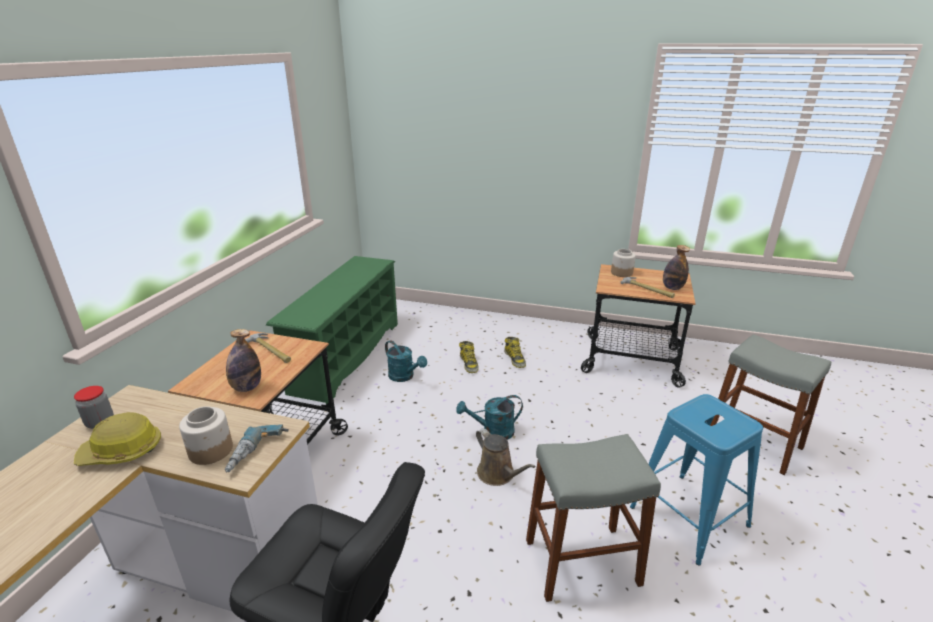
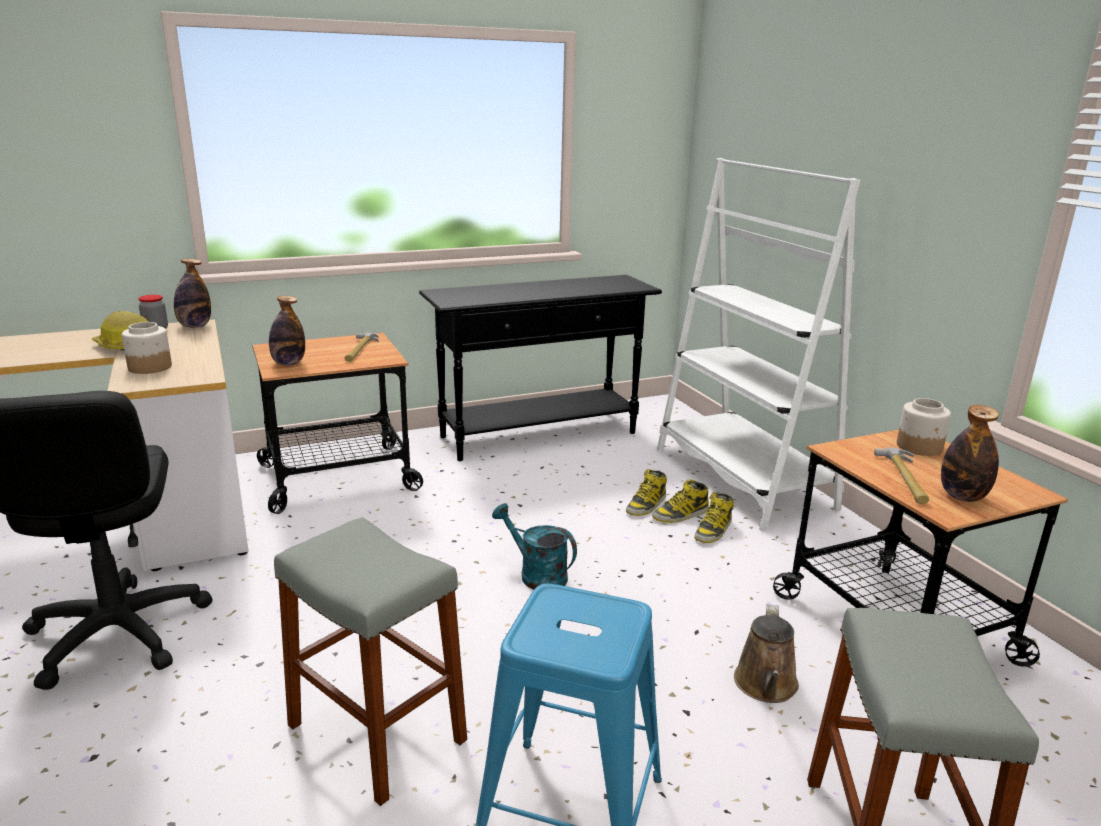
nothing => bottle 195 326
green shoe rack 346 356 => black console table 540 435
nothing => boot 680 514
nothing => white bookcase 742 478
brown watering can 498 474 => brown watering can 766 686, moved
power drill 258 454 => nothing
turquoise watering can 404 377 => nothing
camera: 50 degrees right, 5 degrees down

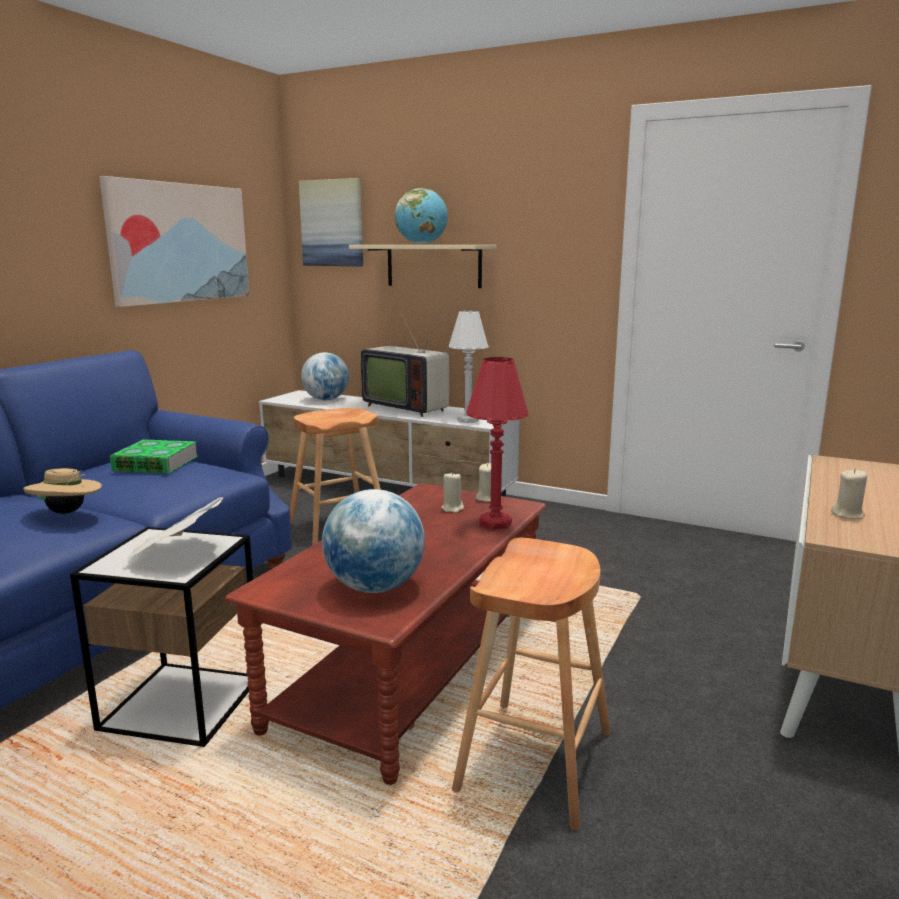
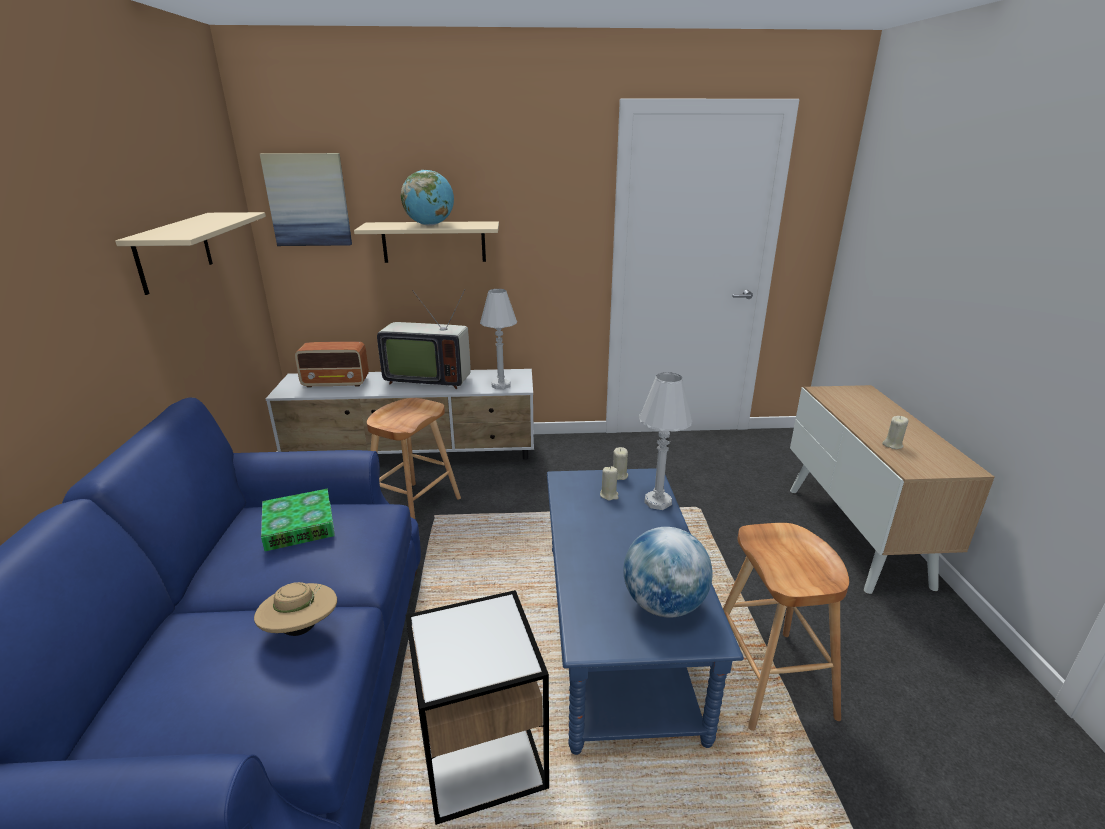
picture 179 243 => beige shelf 174 251
globe 326 400 => radio 336 383
brown coffee table 412 666 => blue coffee table 618 633
red table lamp 495 523 => white table lamp 658 502
newspaper 175 554 => nothing
camera: 30 degrees left, 10 degrees up

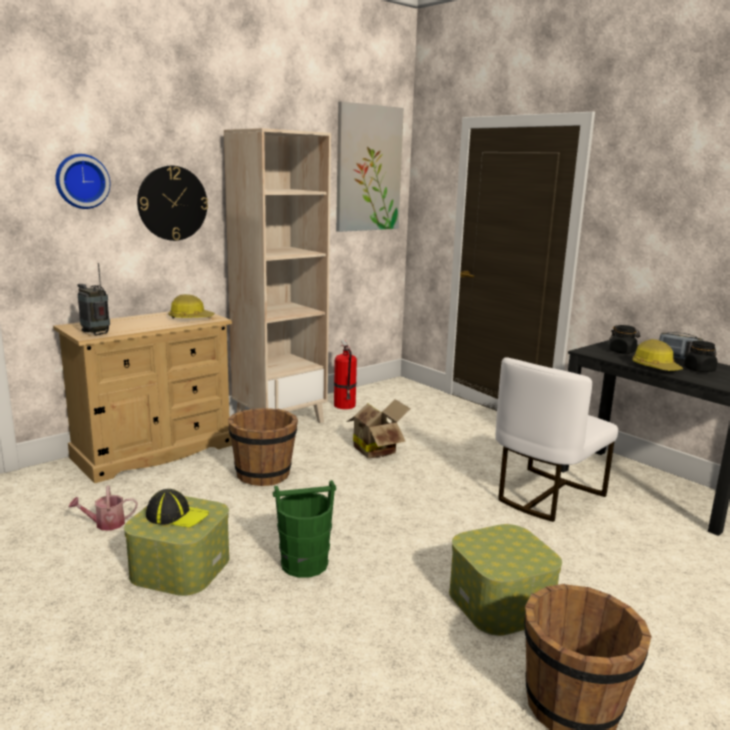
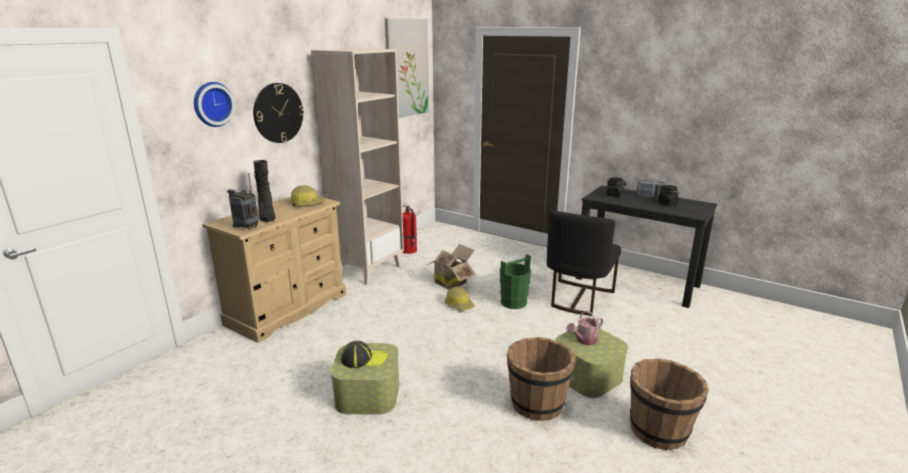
nothing => black boot 267 216
hard hat 655 367 => hard hat 459 305, moved
green bucket 305 564 => green bucket 514 302, moved
brown bucket 263 474 => brown bucket 537 403, moved
white chair 545 495 => black chair 578 298
watering can 105 524 => watering can 584 340, moved
camera: 15 degrees left, 5 degrees up

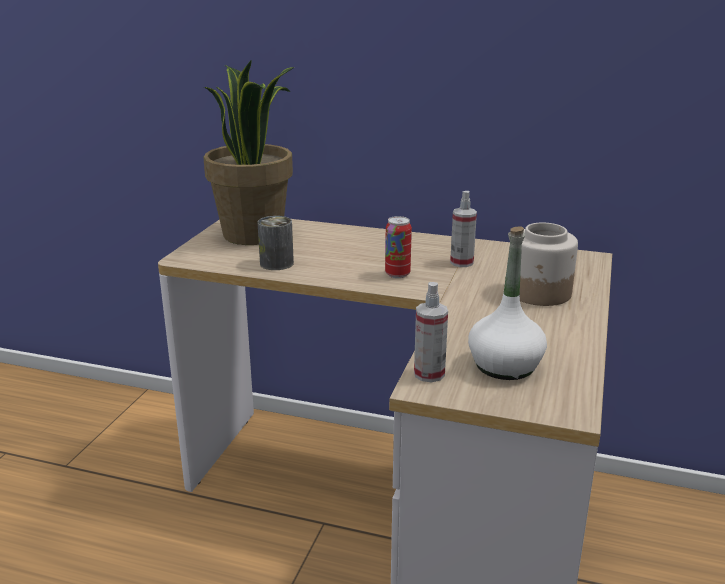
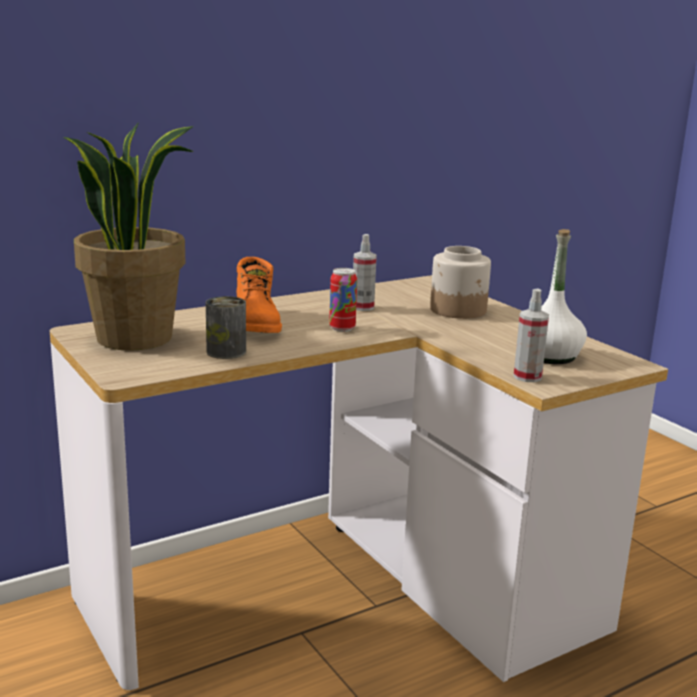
nothing => orange boot 258 324
camera: 50 degrees left, 5 degrees down

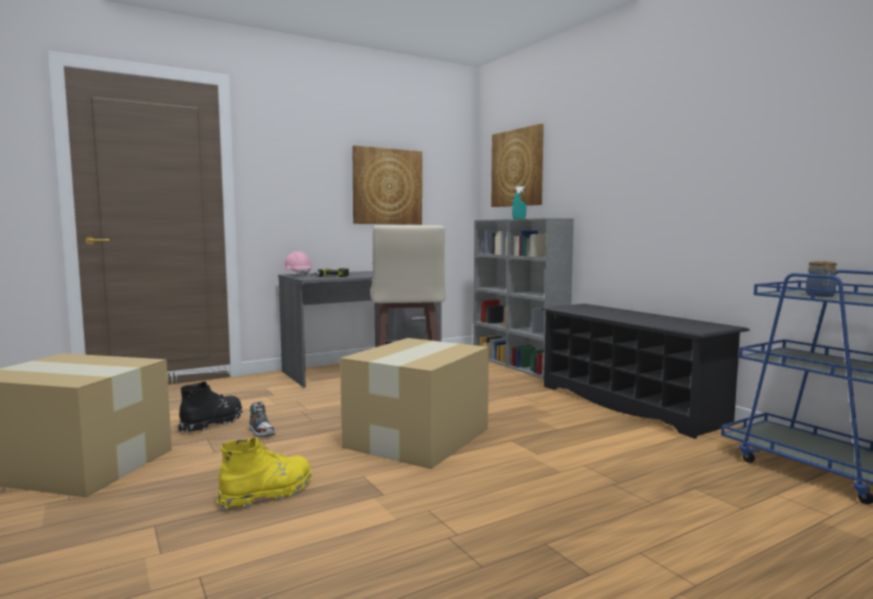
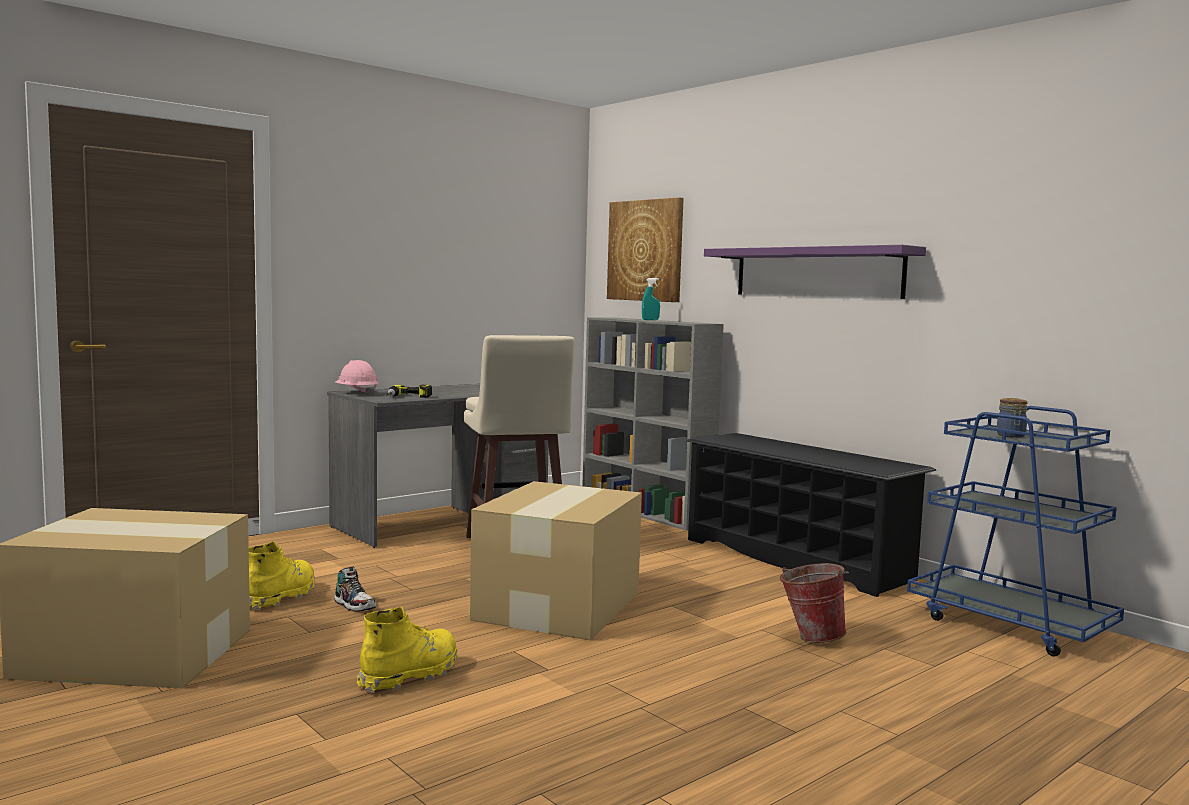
black boot 213 423 => yellow boot 281 597
nothing => purple shelf 816 272
nothing => bucket 810 637
picture 387 186 => nothing
camera: 10 degrees left, 0 degrees up

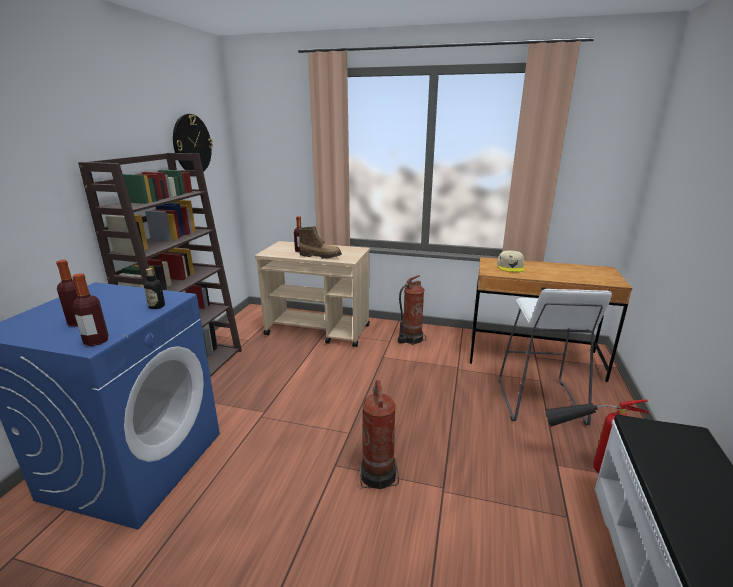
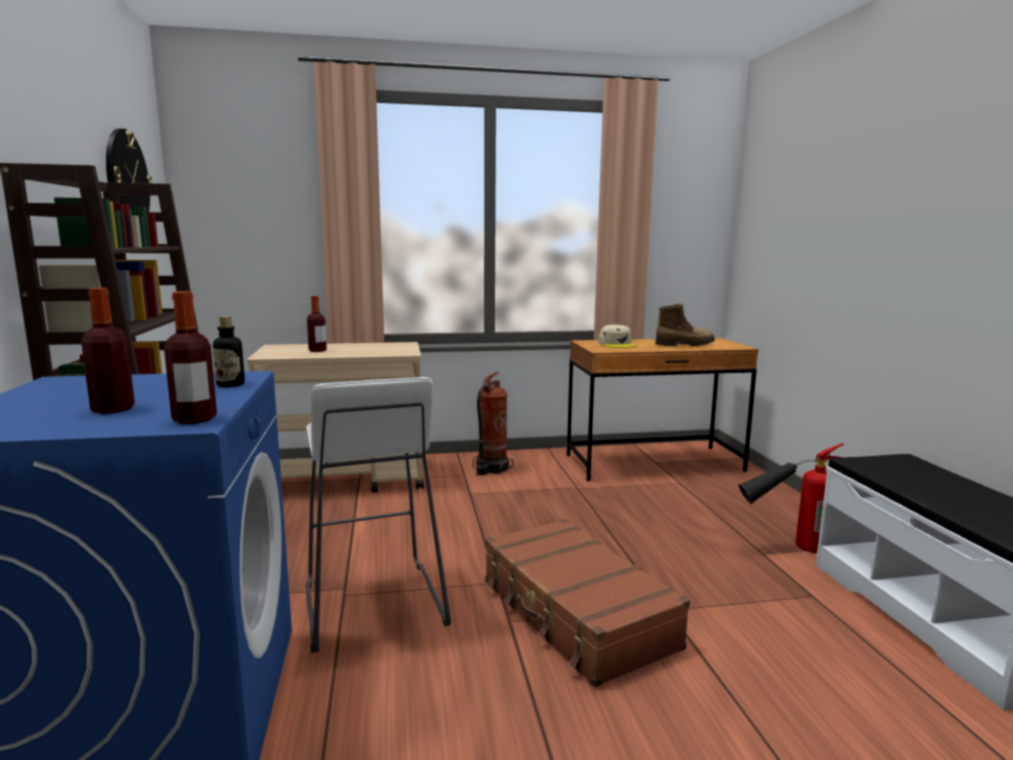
white stool 539 401 => white stool 372 605, moved
fire extinguisher 378 473 => brown suitcase 575 614
boot 320 256 => boot 684 345, moved
camera: 25 degrees left, 10 degrees down

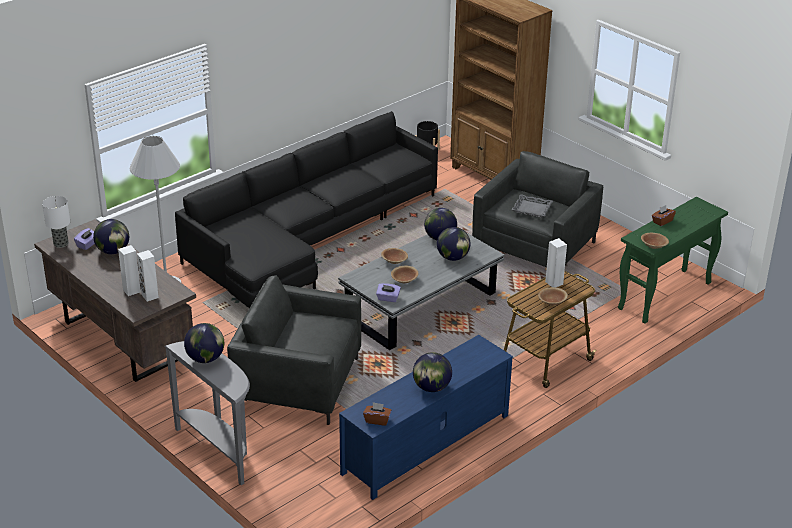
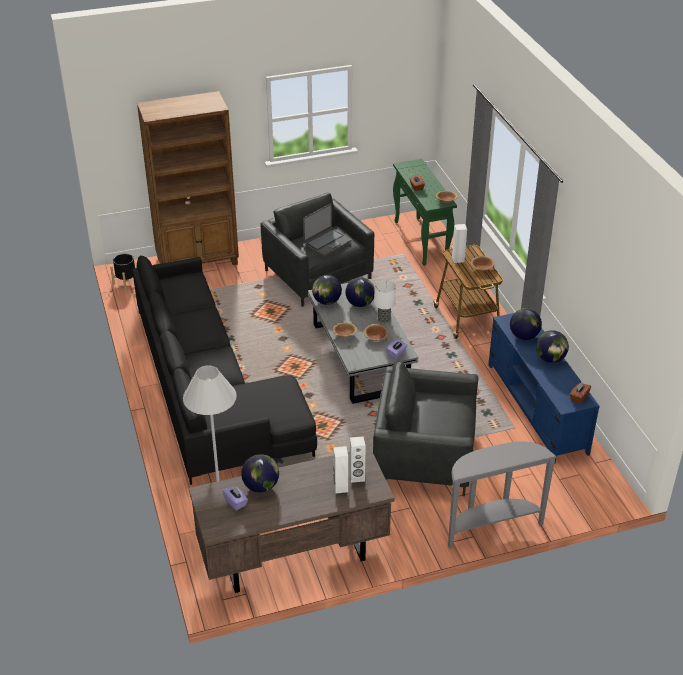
grey tray 532 209 => laptop 327 242
grey armchair 297 383 => grey armchair 423 456, 60 degrees clockwise
table lamp 61 243 => table lamp 383 320, moved
globe 205 359 => globe 524 336, moved
camera: 65 degrees left, 5 degrees up

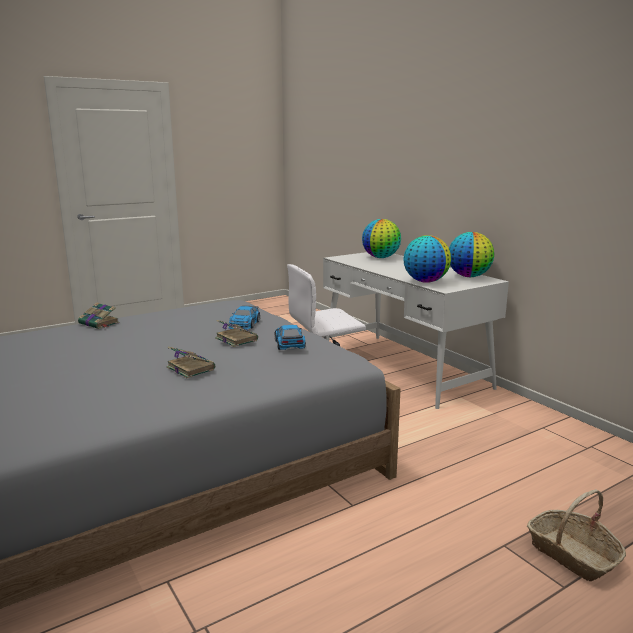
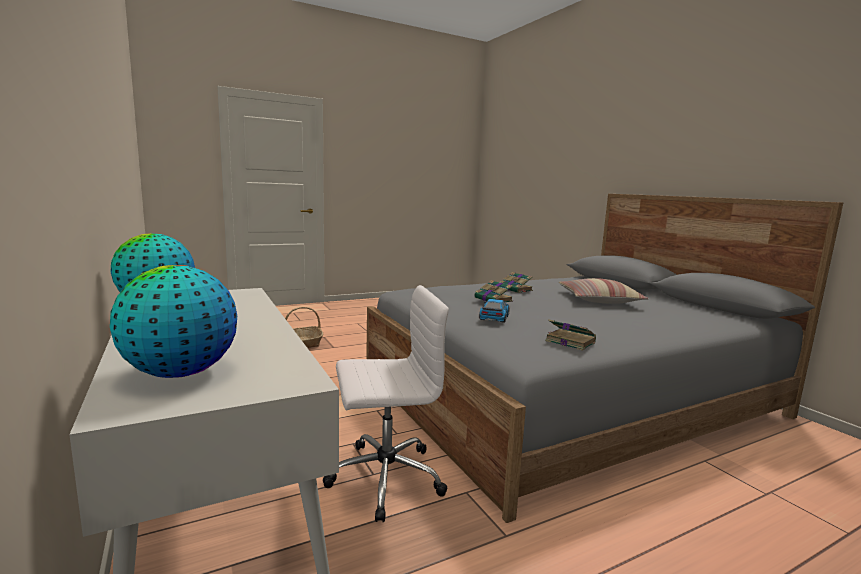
book 99 323 => book 569 341, moved
nothing => pillow 599 300
toy car 289 344 => nothing
globe 425 281 => nothing
camera: 175 degrees left, 5 degrees down

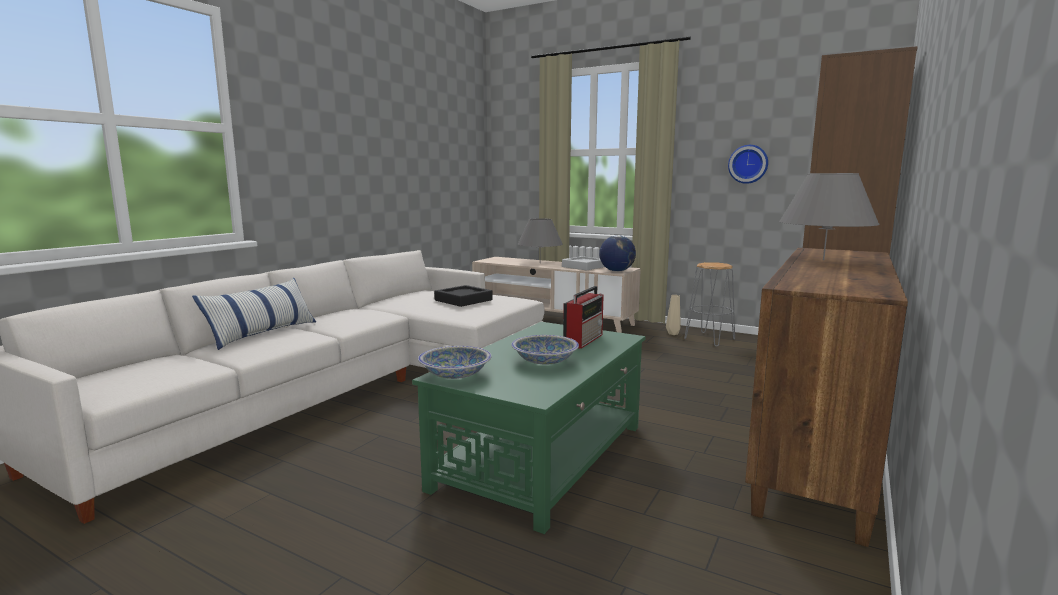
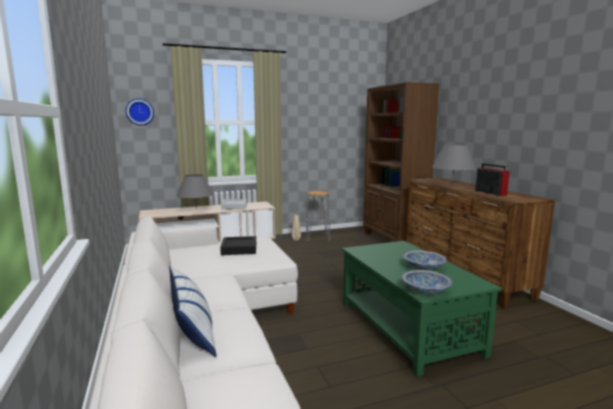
wall clock 748 164 => wall clock 140 112, moved
radio 584 340 => radio 490 193, moved
globe 616 271 => nothing
camera: 50 degrees left, 0 degrees up

